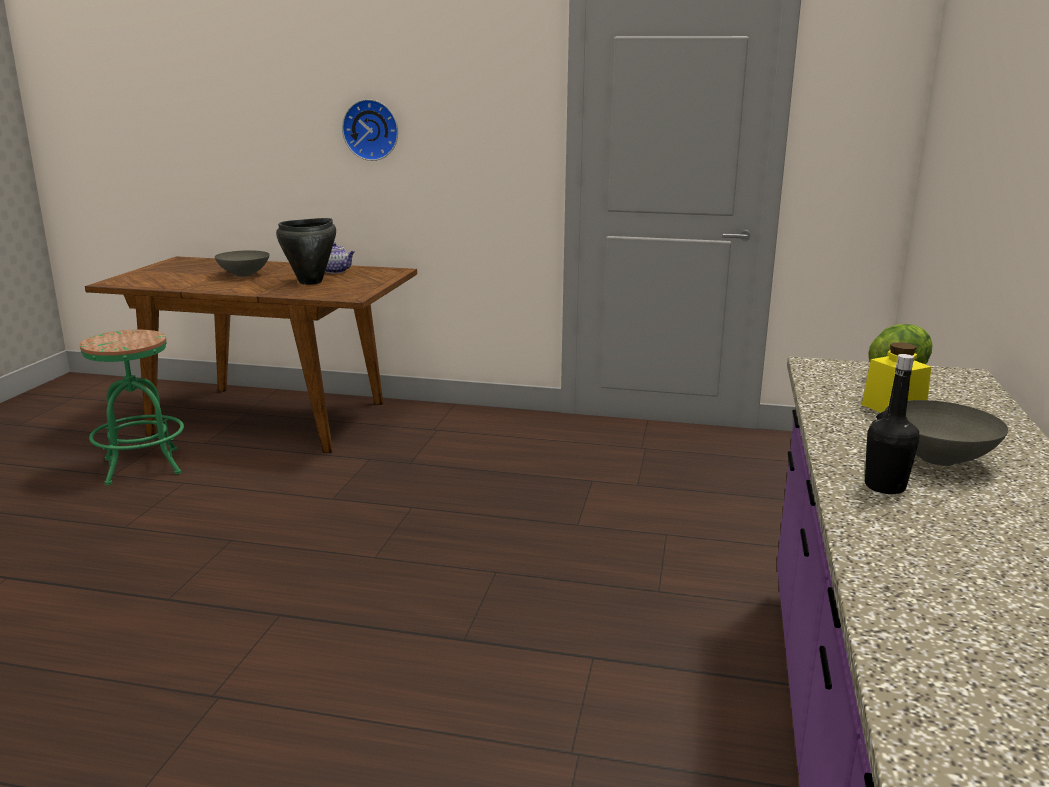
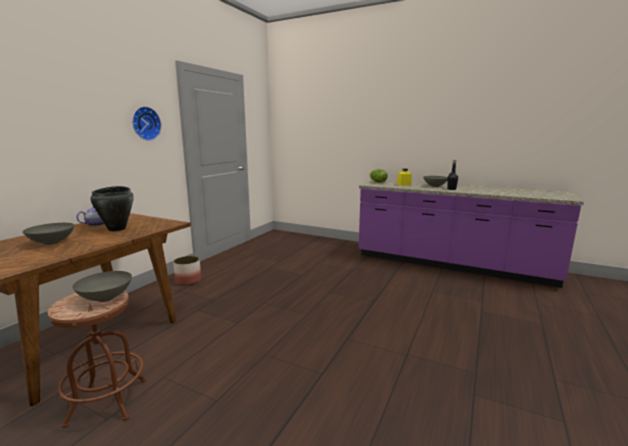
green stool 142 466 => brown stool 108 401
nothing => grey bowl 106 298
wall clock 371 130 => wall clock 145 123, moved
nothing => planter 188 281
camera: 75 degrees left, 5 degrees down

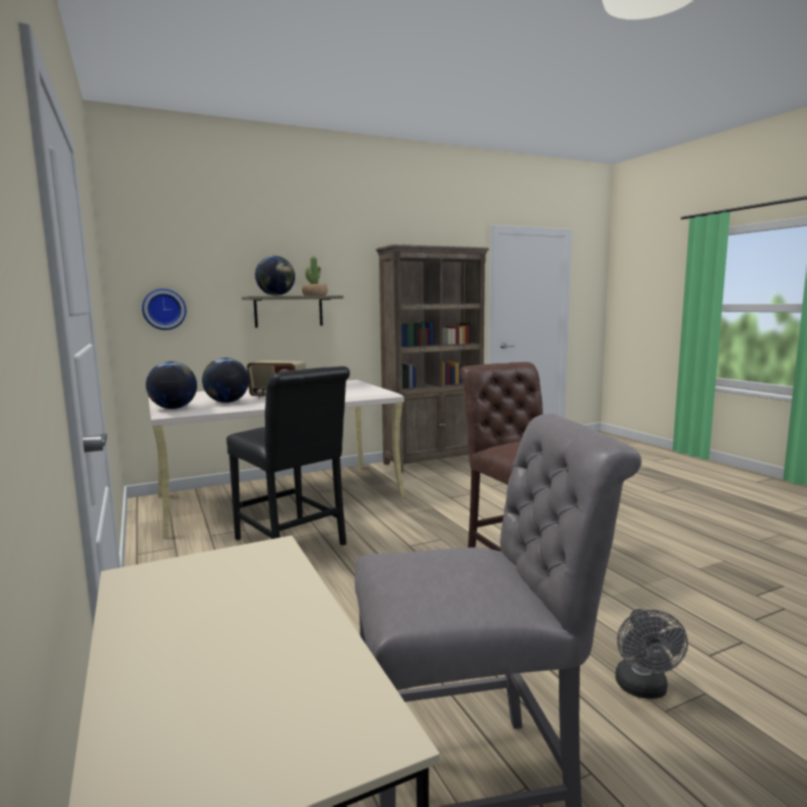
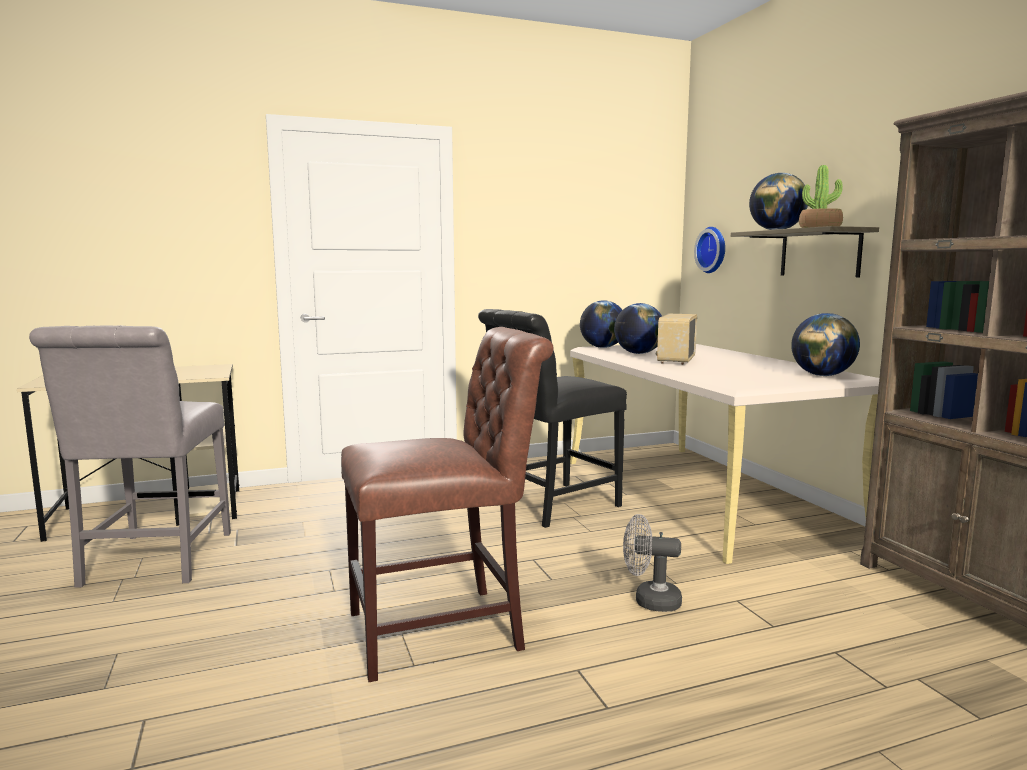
grey fan 643 690 => grey fan 649 601, moved
nothing => globe 822 375
camera: 95 degrees right, 0 degrees up

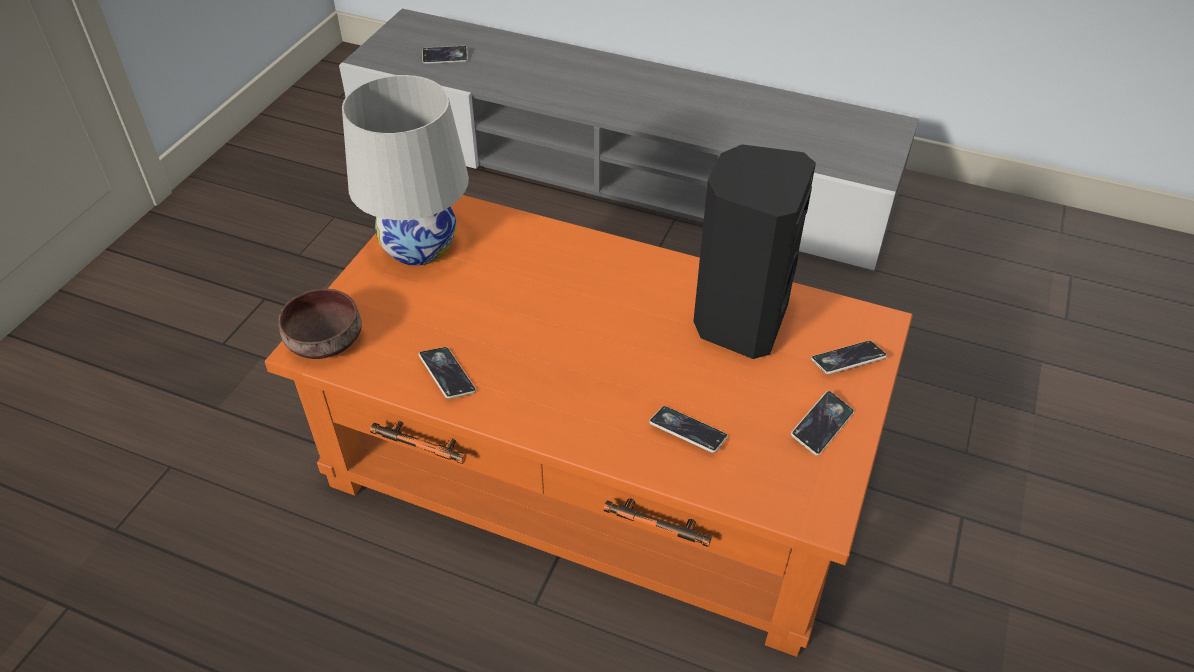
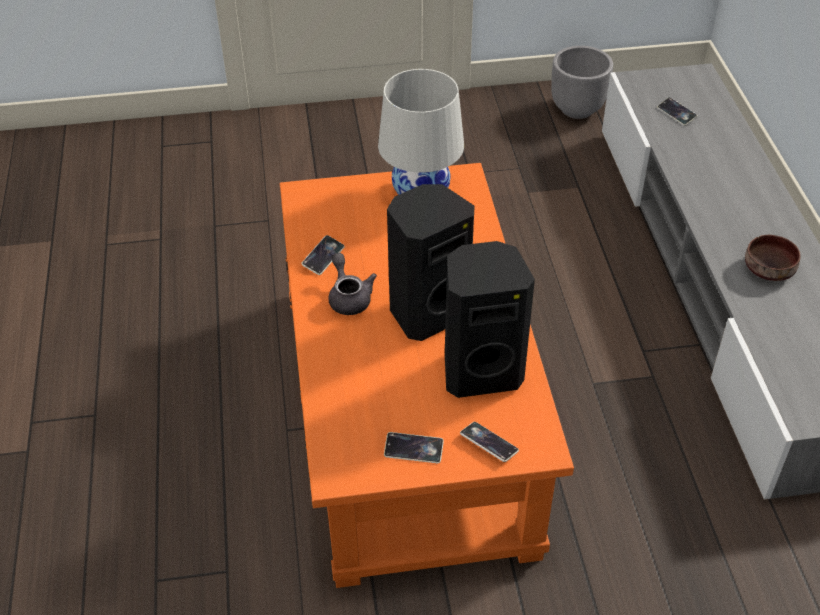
nothing => grey teapot 349 297
nothing => black speaker 427 312
nothing => grey planter 577 109
brown bowl 326 341 => brown bowl 769 270, moved
phone 688 432 => nothing
camera: 60 degrees right, 0 degrees up

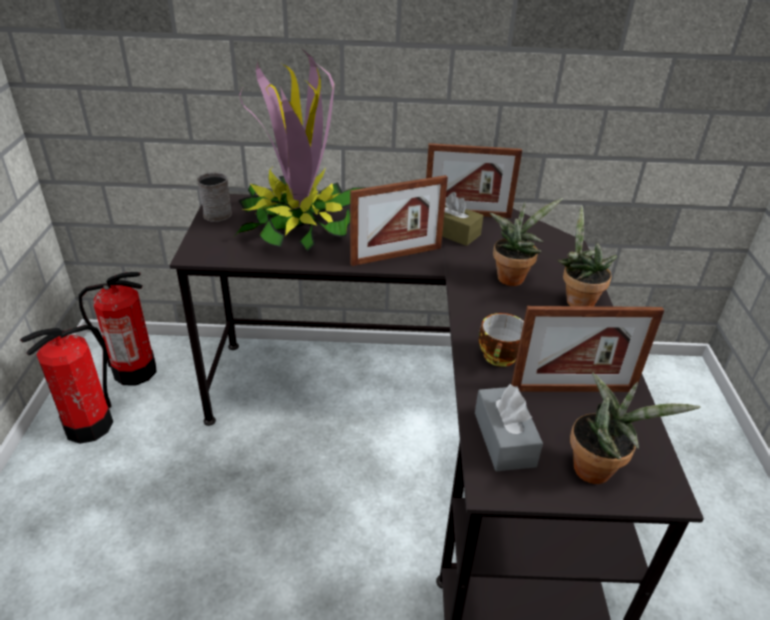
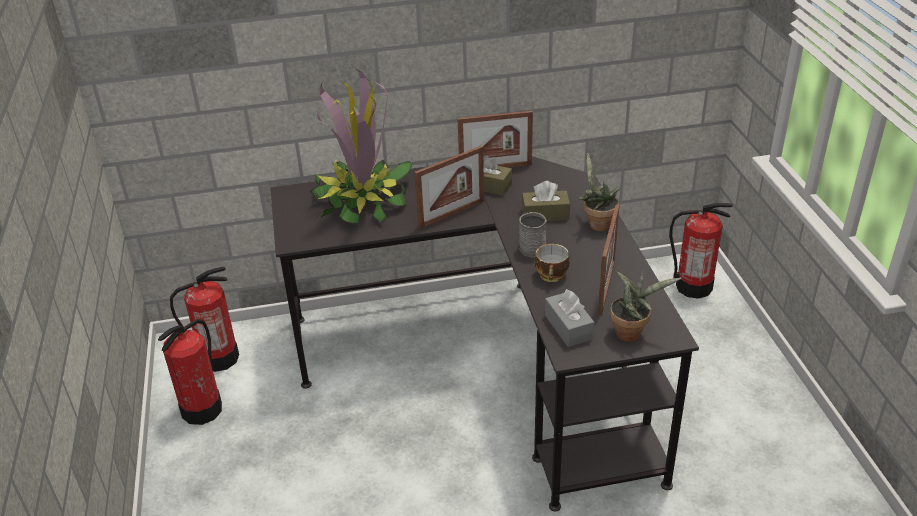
grey mug 217 212 => grey mug 530 247, moved
potted plant 512 276 => brown tissue box 545 214
picture frame 572 389 => picture frame 606 287, 60 degrees counterclockwise
nothing => fire extinguisher 693 286
camera: 10 degrees left, 0 degrees up

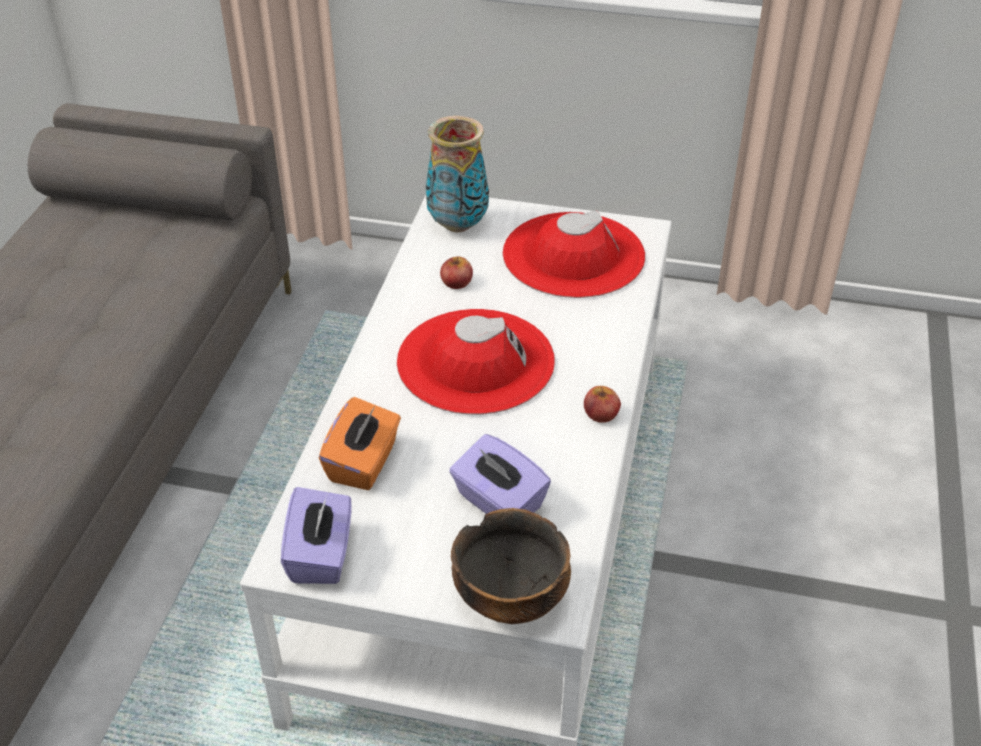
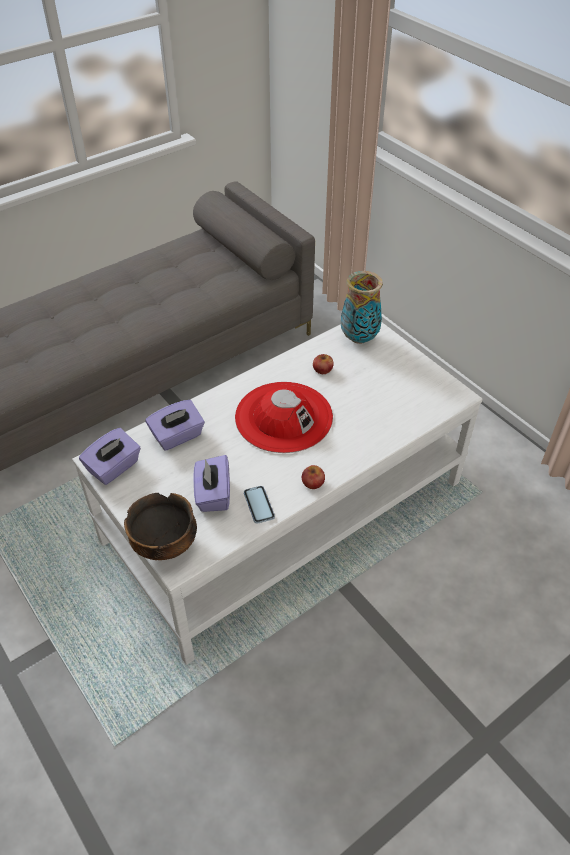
orange tissue box 364 463 => purple tissue box 177 436
nothing => phone 259 505
red hat 573 255 => nothing
camera: 40 degrees right, 5 degrees up

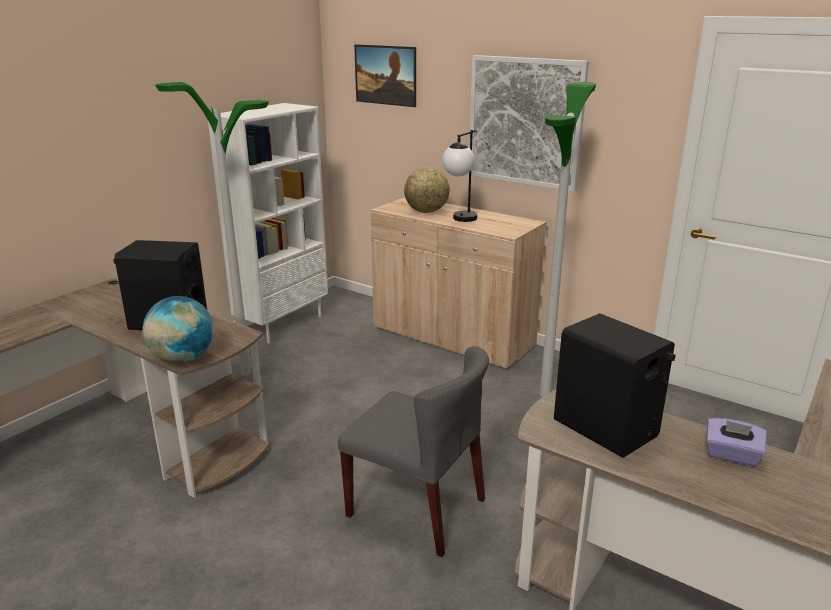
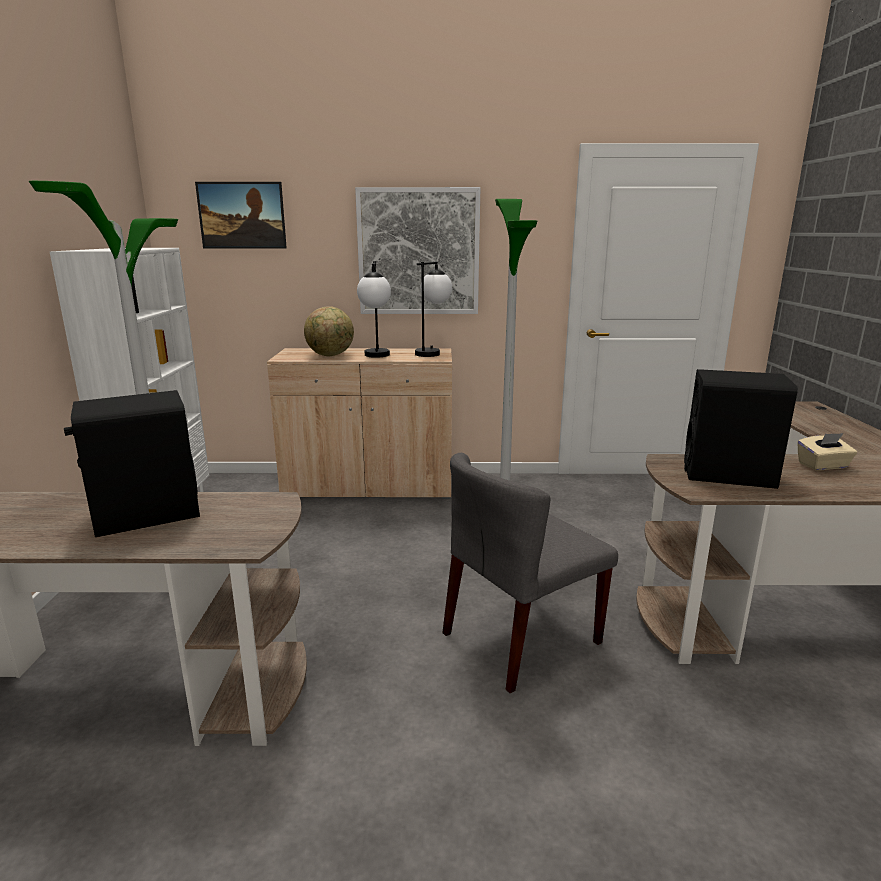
nothing => table lamp 432 352
grey chair 417 507 => grey chair 521 639, 150 degrees clockwise
purple tissue box 731 455 => beige tissue box 823 466
globe 183 359 => nothing
camera: 35 degrees left, 5 degrees down

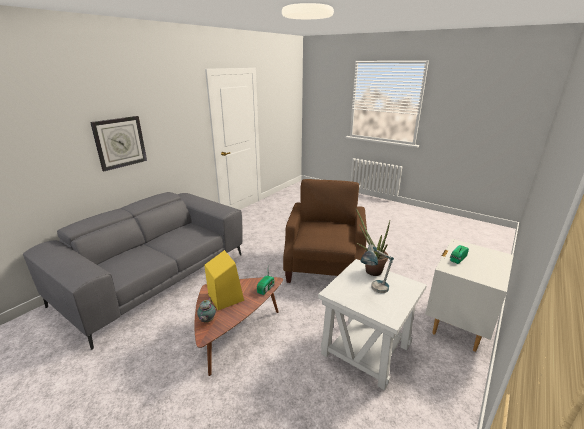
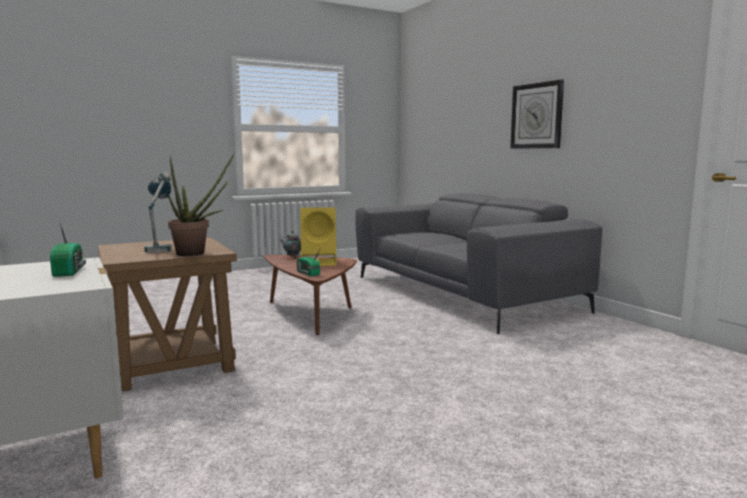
white side table 366 350 => brown side table 171 364
brown armchair 324 267 => nothing
camera: 115 degrees right, 15 degrees down

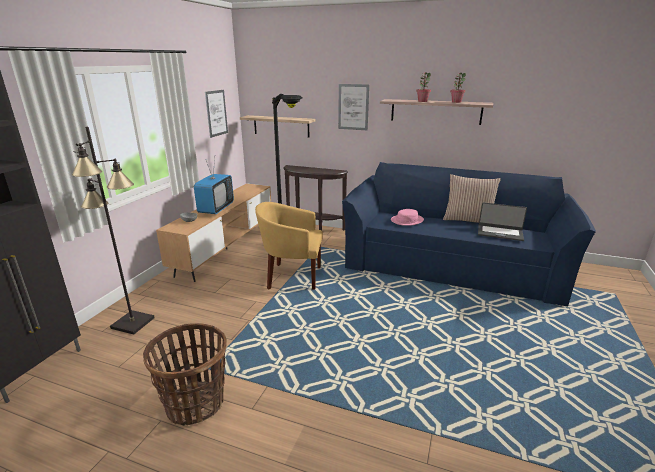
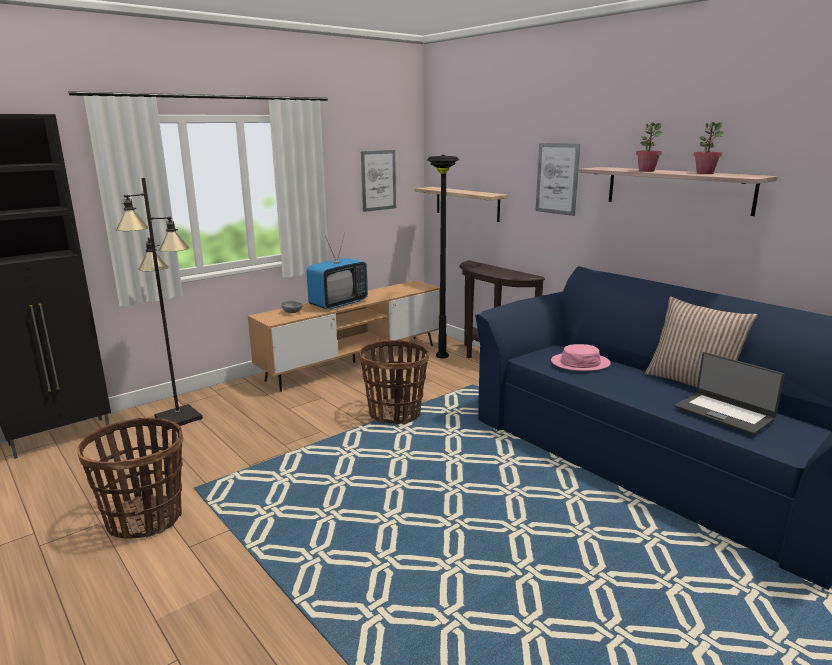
yellow armchair 292 277 => basket 395 414
camera: 30 degrees right, 5 degrees down

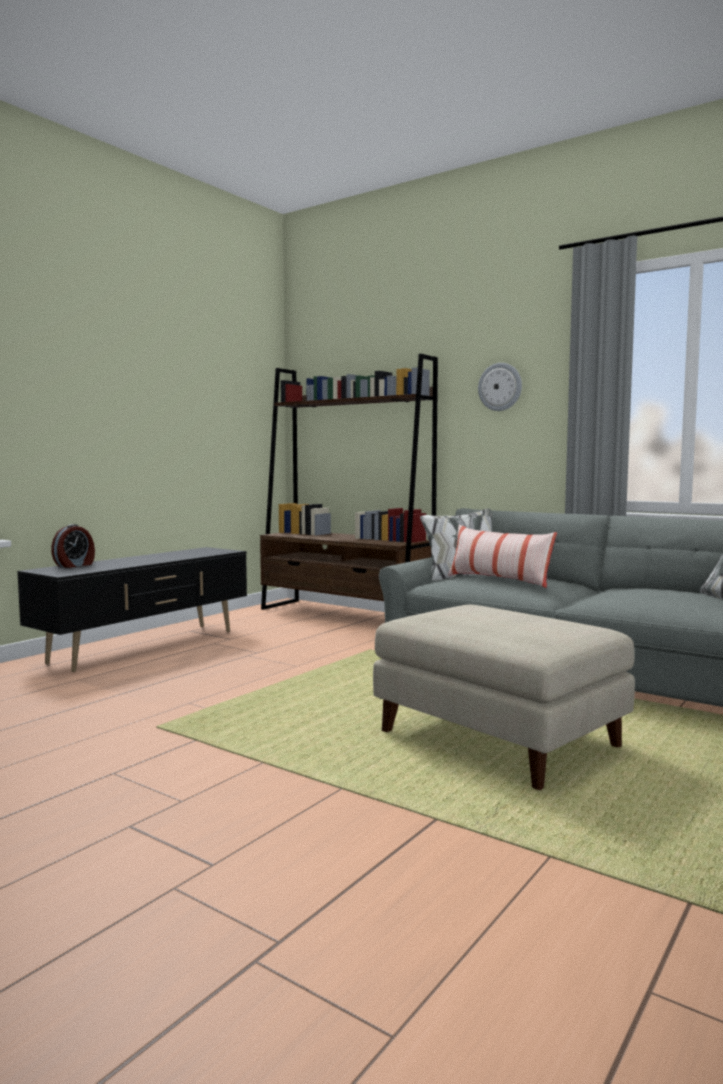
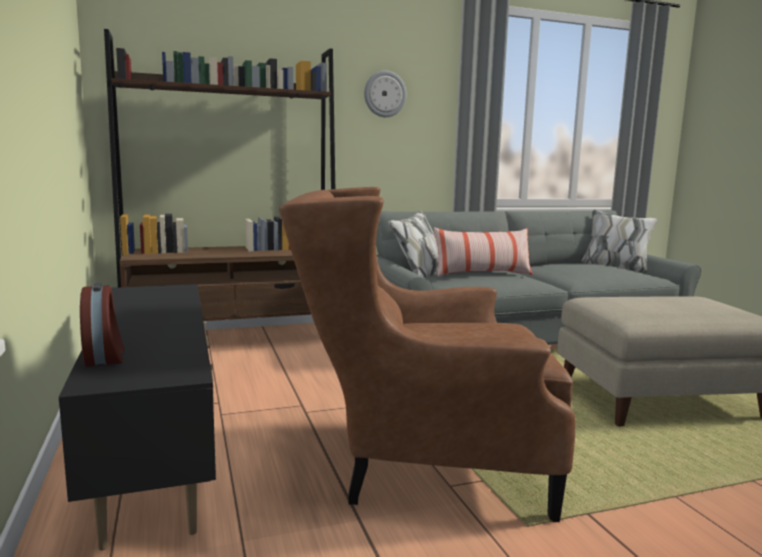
nothing => brown armchair 418 463
camera: 55 degrees left, 5 degrees up

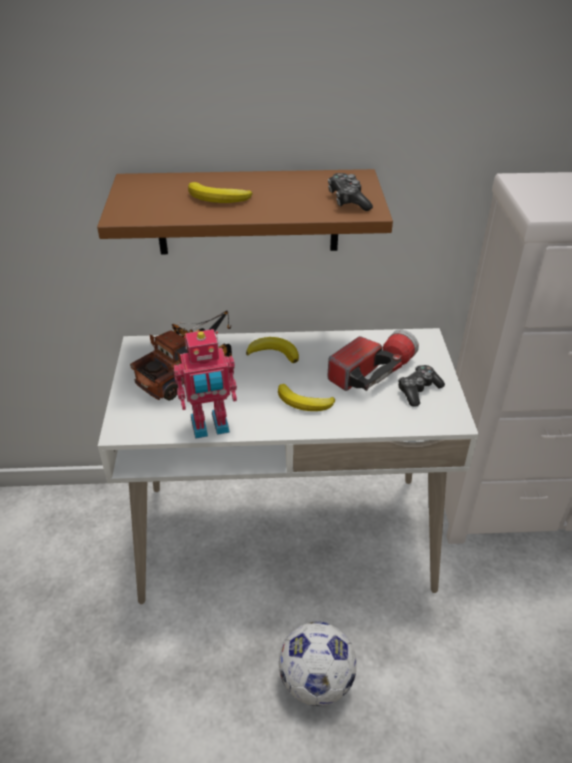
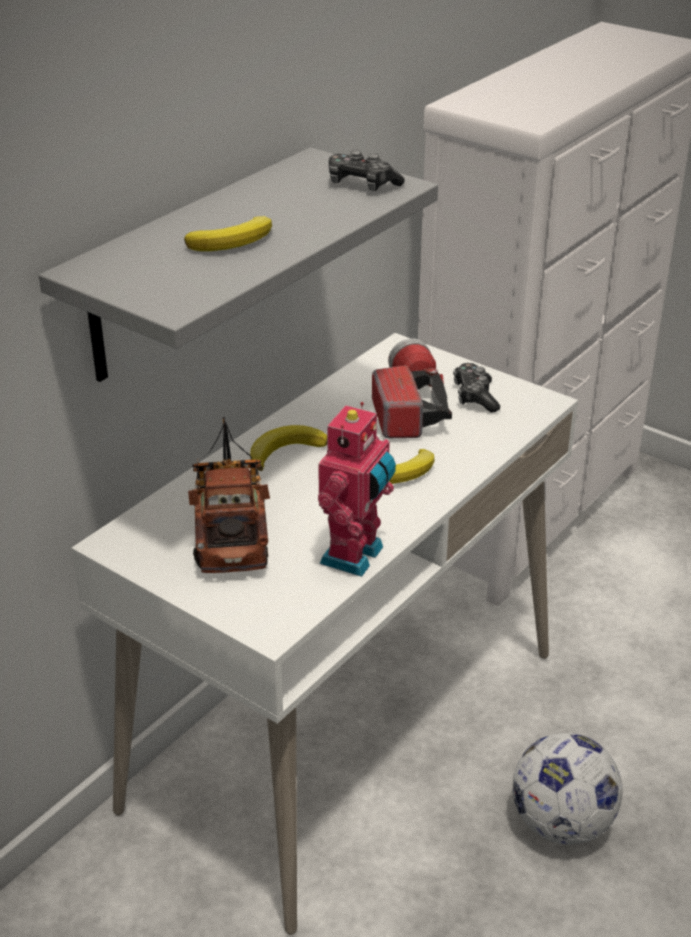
brown shelf 247 212 => grey shelf 192 266
camera: 50 degrees left, 5 degrees down

